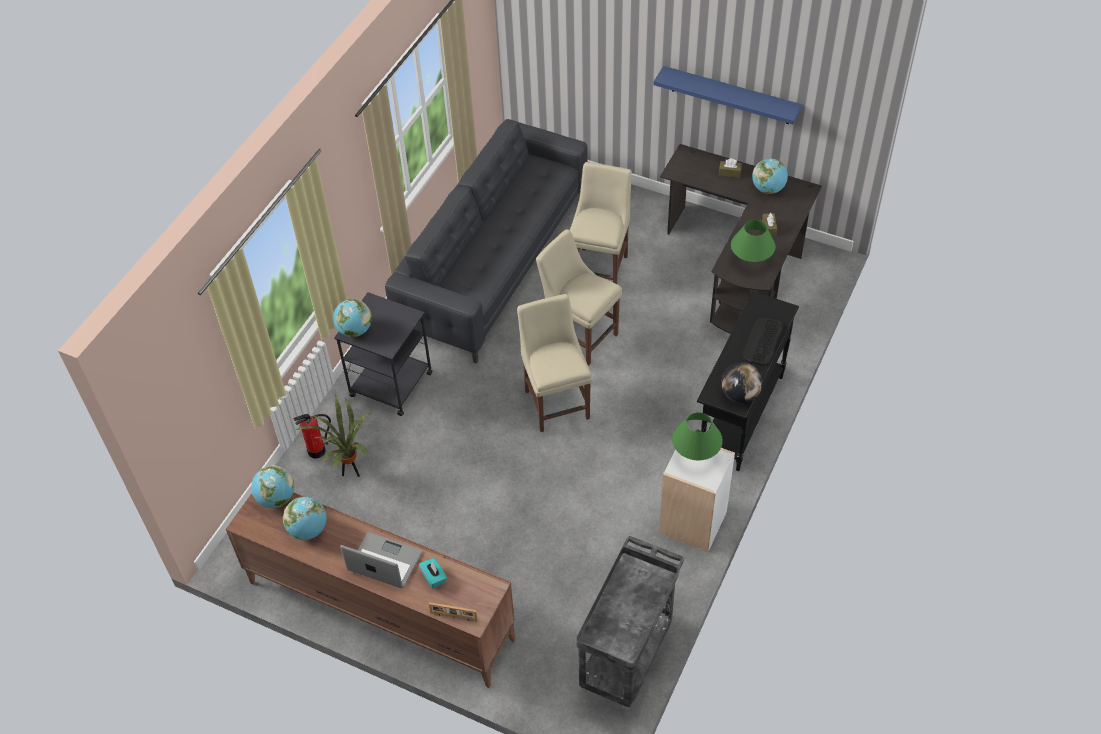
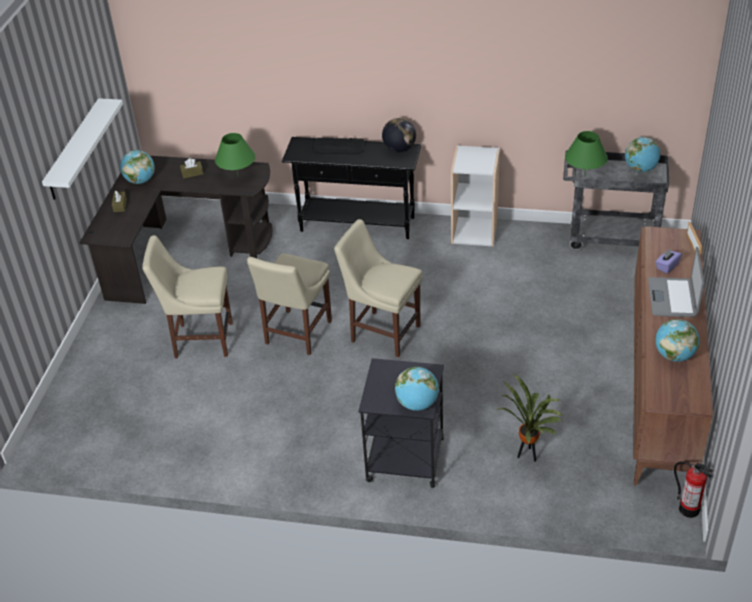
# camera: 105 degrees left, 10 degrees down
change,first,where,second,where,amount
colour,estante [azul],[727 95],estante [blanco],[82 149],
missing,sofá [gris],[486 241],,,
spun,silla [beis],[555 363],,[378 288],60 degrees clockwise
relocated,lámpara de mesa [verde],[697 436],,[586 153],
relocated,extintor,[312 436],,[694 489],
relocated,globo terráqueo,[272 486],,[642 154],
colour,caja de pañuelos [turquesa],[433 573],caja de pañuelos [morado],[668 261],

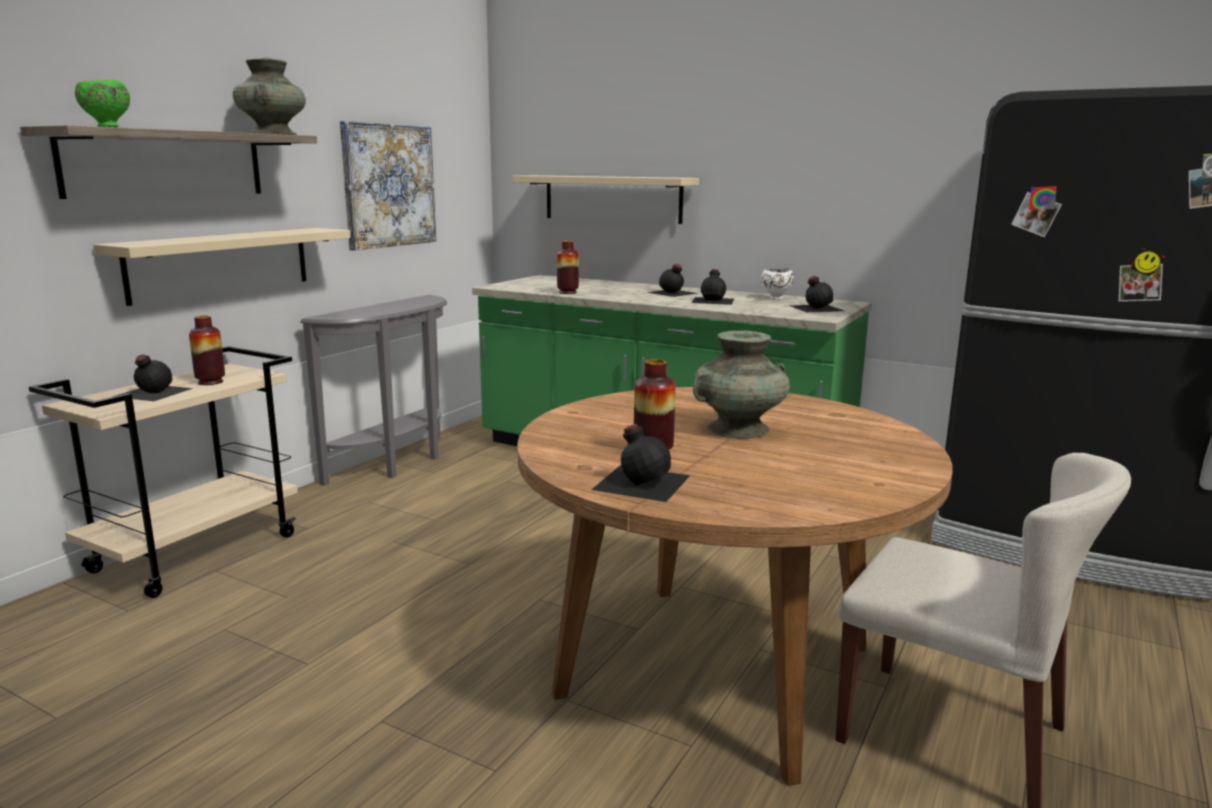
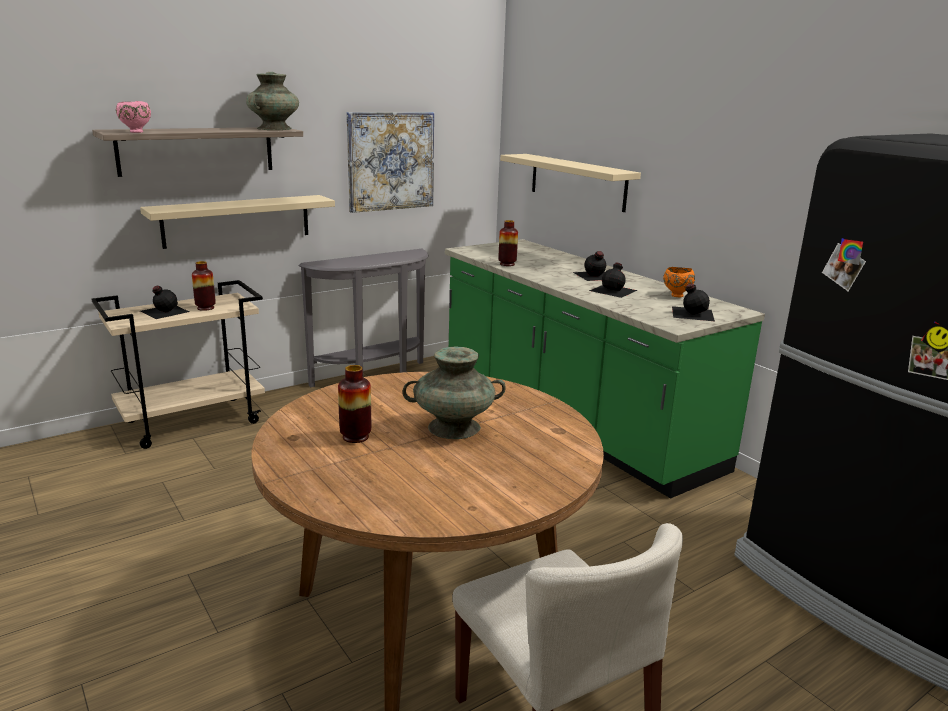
# camera: 25 degrees right, 5 degrees up
change,first,where,second,where,amount
colour,cuenco [verde],[102 103],cuenco [rosa],[133 117],
colour,cuenco [blanco],[777 284],cuenco [naranja],[679 282],
missing,botella [negro],[640 463],,,

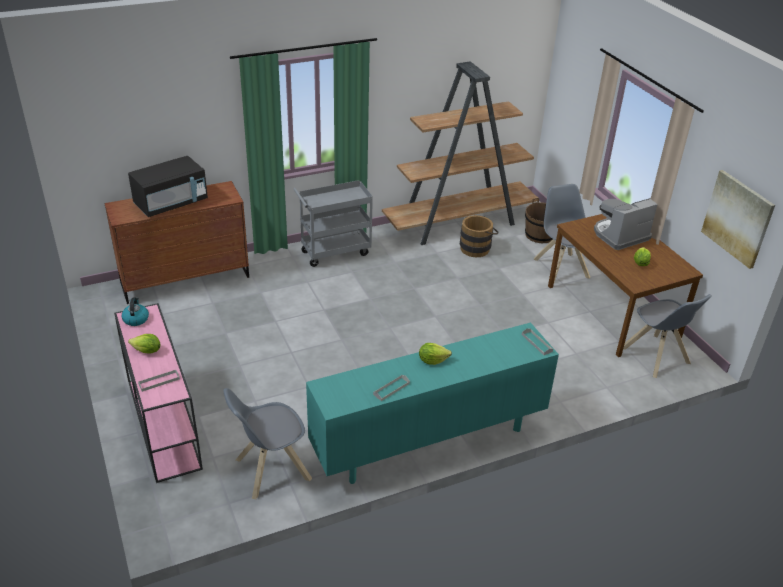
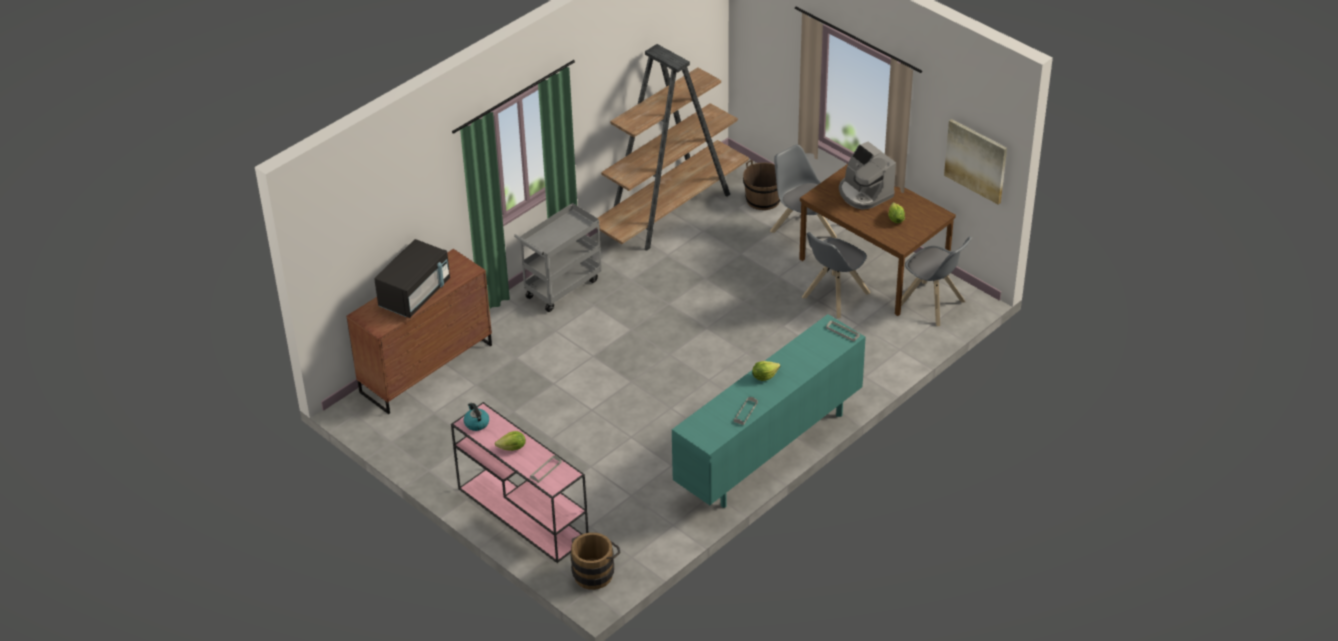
# camera: 20 degrees left, 5 degrees up
change,first,where,second,where,amount
spun,cafetera,[626 224],,[867 176],75 degrees counterclockwise
relocated,cubo [marrón],[479 236],,[595 561],
relocated,silla [gris],[267 443],,[836 275],

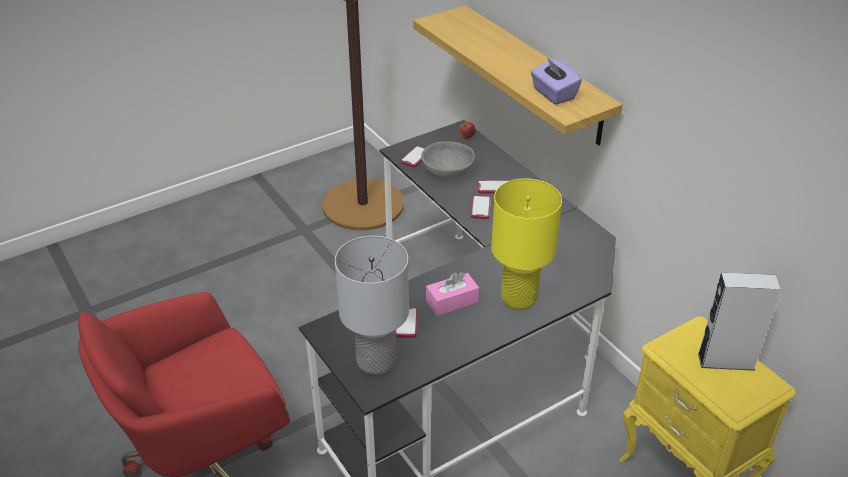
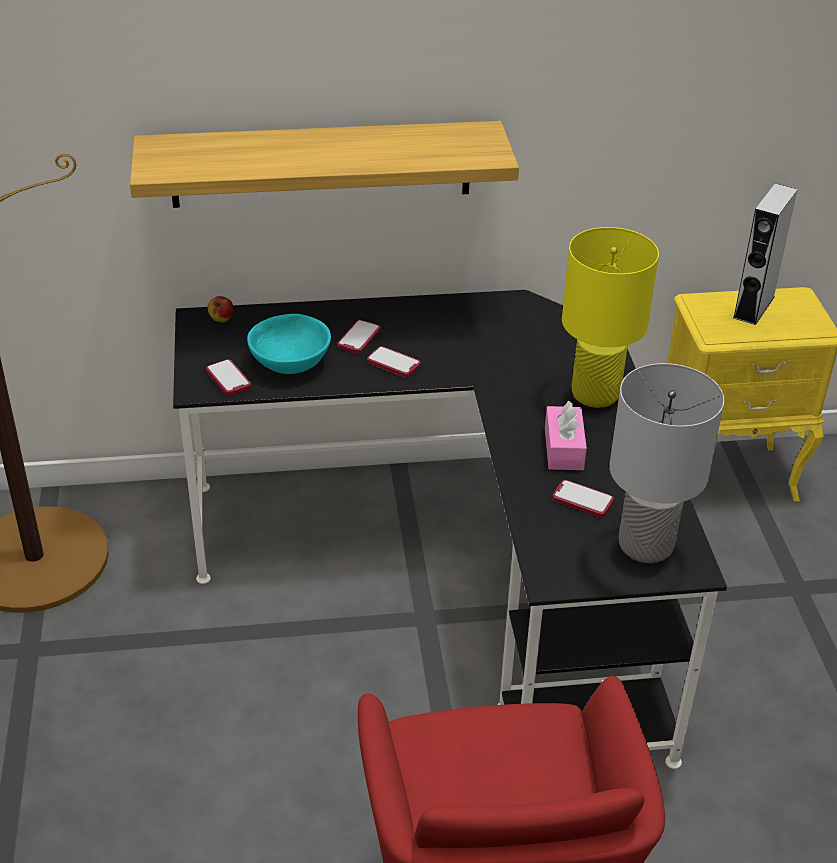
# camera: 65 degrees left, 0 degrees up
change,first,where,second,where,amount
missing,caja de pañuelos [morado],[556 81],,,
colour,cuenco [gris],[448 160],cuenco [turquesa],[289 344],

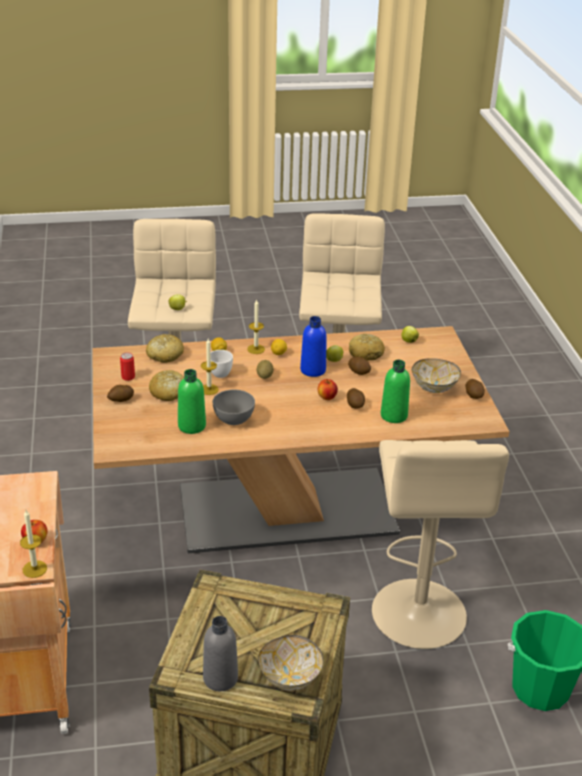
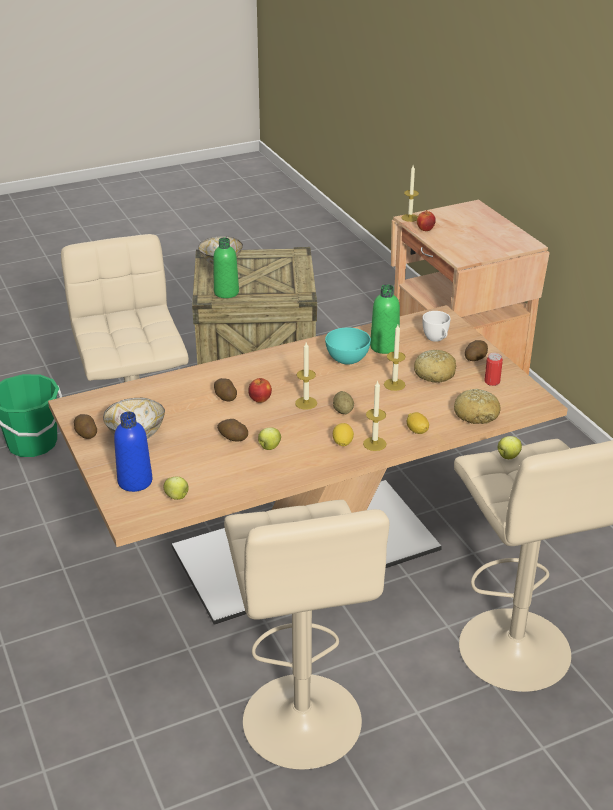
# camera: 165 degrees right, 0 degrees up
change,first,where,second,where,amount
relocated,botella [azul],[313 346],,[133 451],
missing,pan,[367 347],,,
relocated,taza [blanco],[222 364],,[436 326],
relocated,botella [verde],[395 391],,[226 267],
colour,cuenco [gris],[234 407],cuenco [turquesa],[348 346],
missing,botella [gris],[220 653],,,
appeared,,,vela,[306 376],

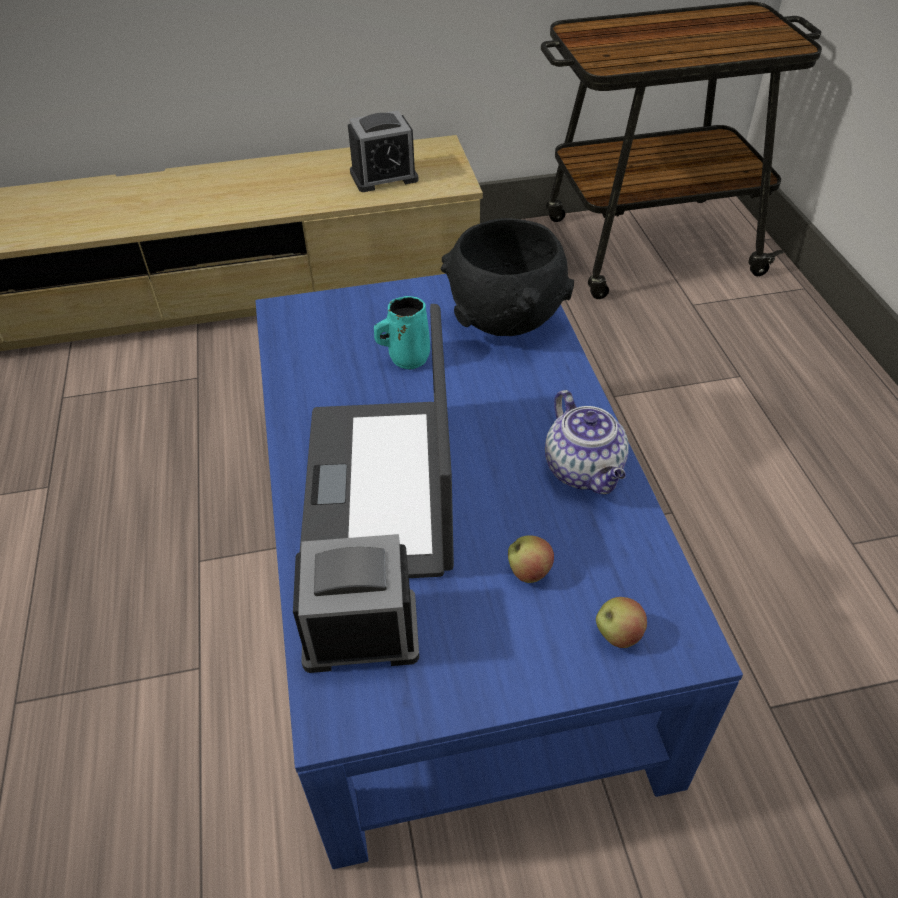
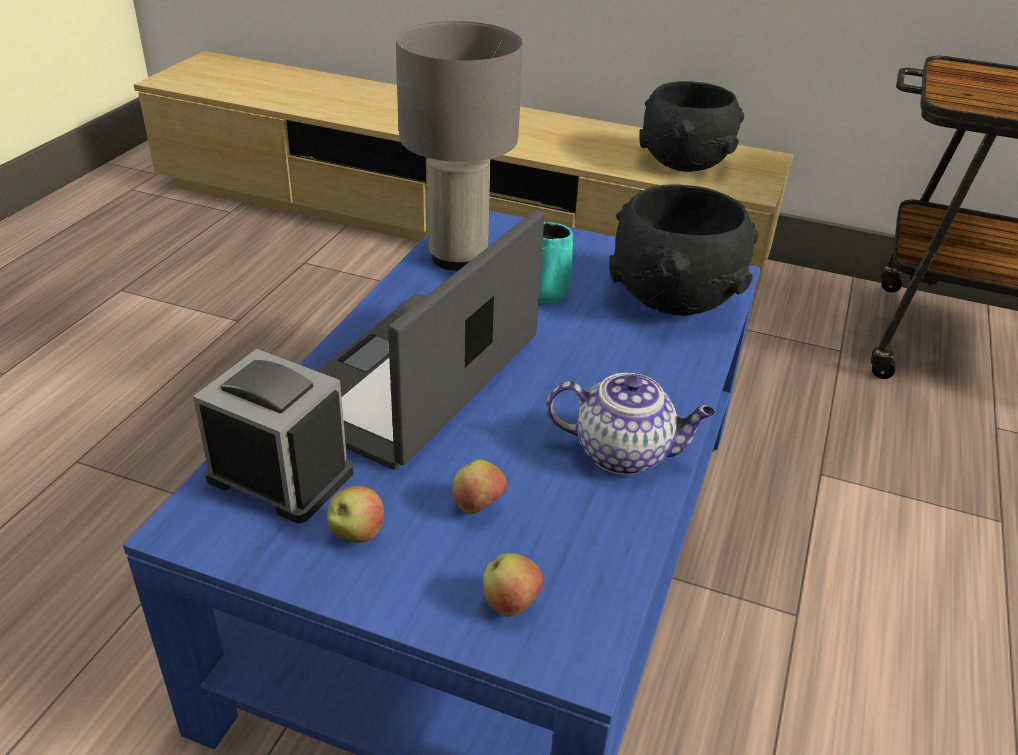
# camera: 30 degrees right, 10 degrees down
change,first,where,second,where,amount
exchanged,despertador,[383 151],cuenco [negro],[691 126],
spun,tetera,[587 442],,[630 424],90 degrees counterclockwise
appeared,,,lámpara de mesa [gris],[459 146],
appeared,,,manzana,[355 514],

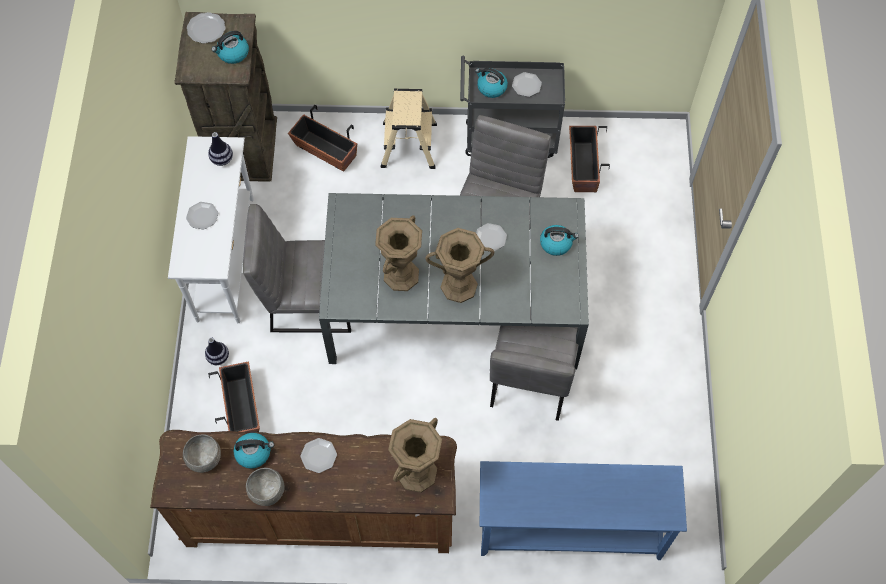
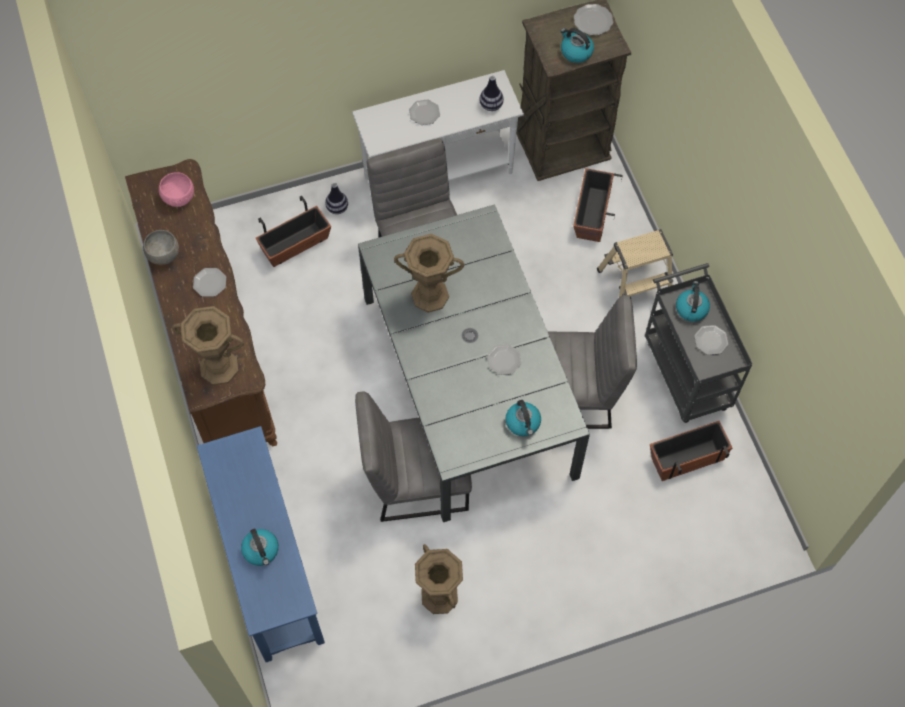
# camera: 70 degrees right, 0 degrees up
change,first,where,second,where,amount
relocated,florero [marrón],[459 265],,[439 579],
relocated,hervidor,[253 451],,[260 547],
colour,cuenco [gris],[202 453],cuenco [rosa],[176 189],

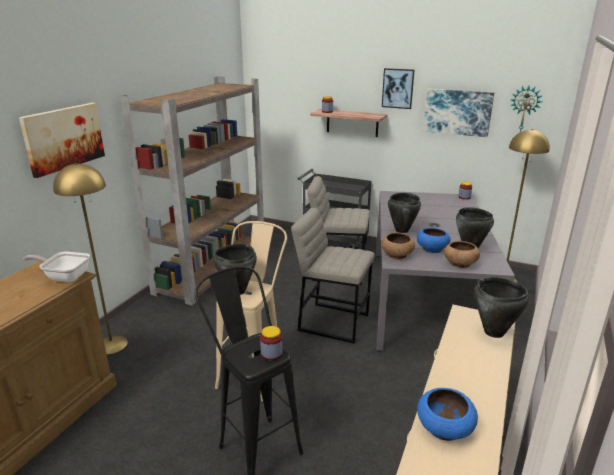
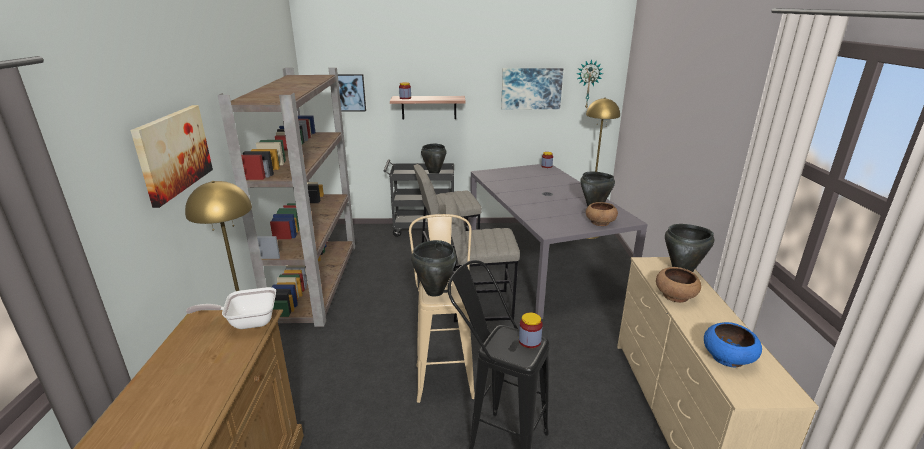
# camera: 25 degrees left, 0 degrees up
change,first,where,second,where,amount
relocated,cuadro,[398 88],,[352 92],
relocated,olla [negro],[404 213],,[433 159],
missing,cuenco [azul],[434 240],,,
relocated,cuenco [marrón],[398 245],,[678 285],

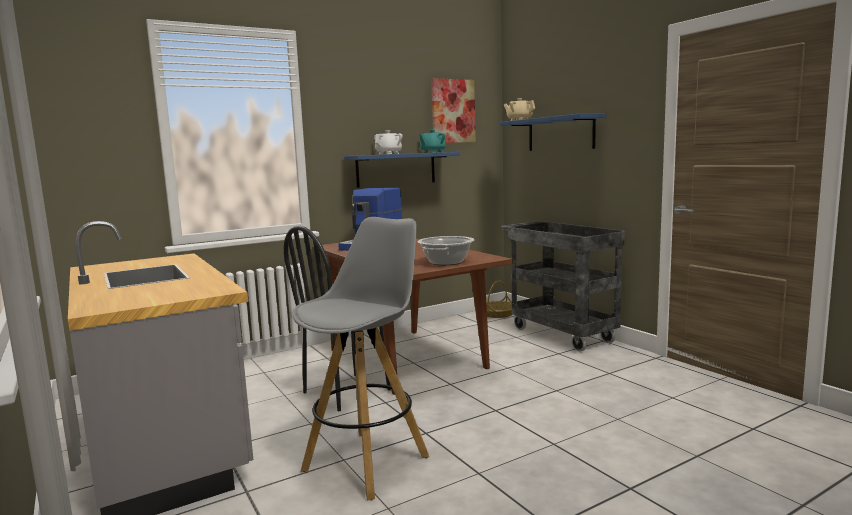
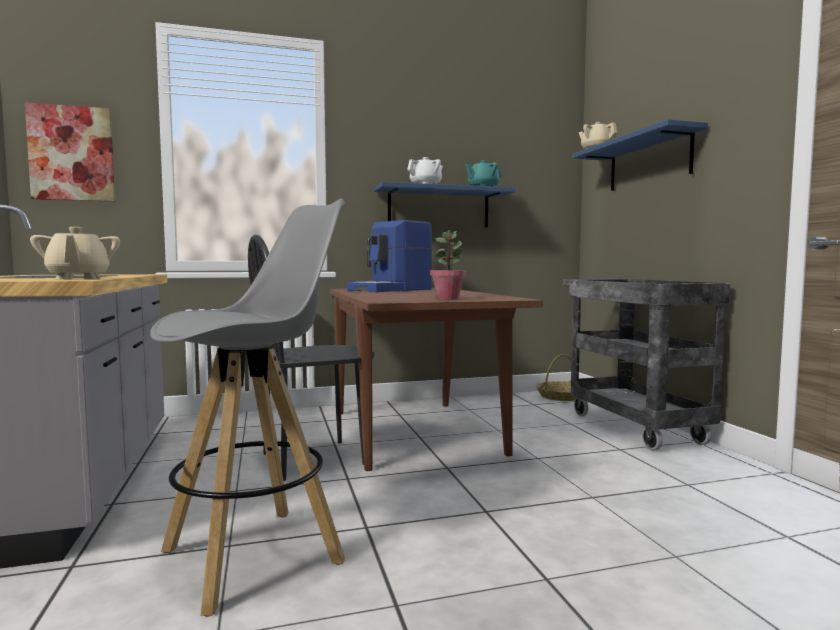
# camera: 15 degrees right, 5 degrees down
change,first,where,second,where,amount
relocated,cuadro,[453 110],,[70 152],
exchanged,olla,[446 250],planta en maceta,[448 265],
appeared,,,tetera [beis],[75 253],

